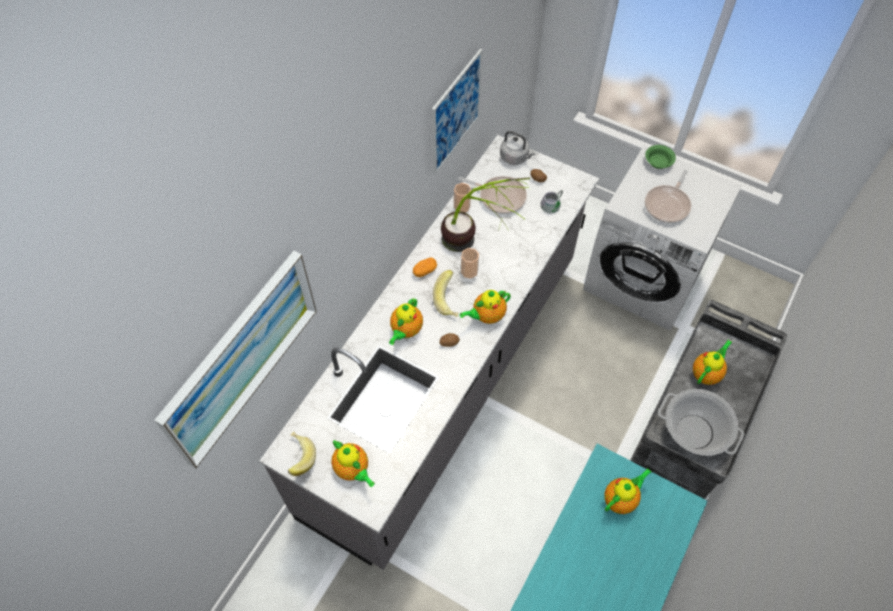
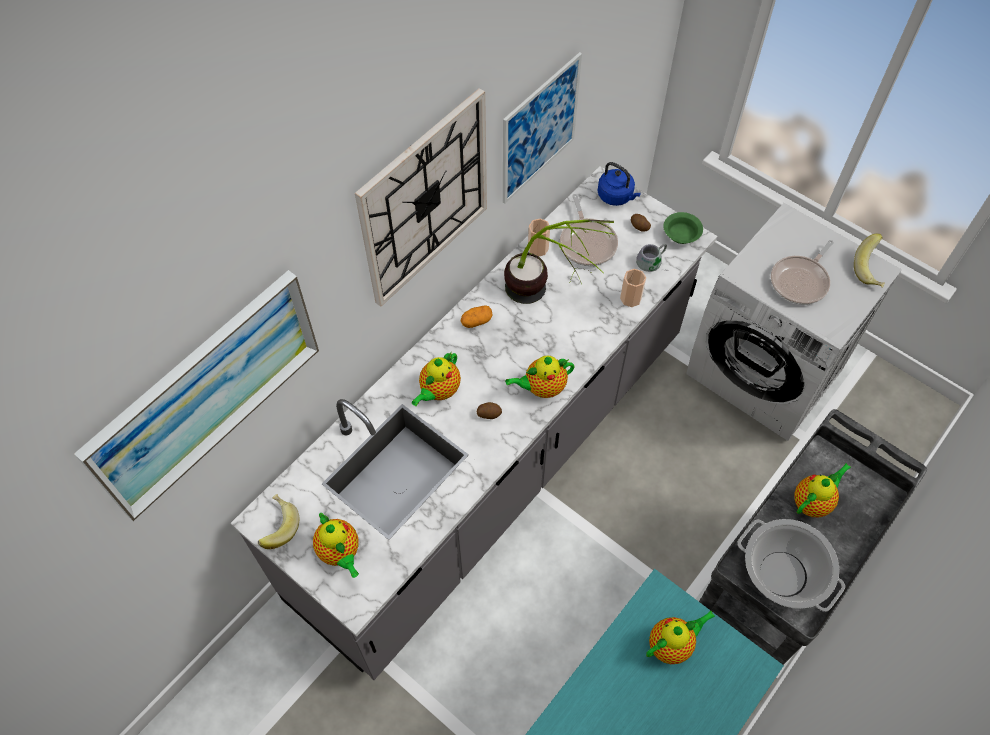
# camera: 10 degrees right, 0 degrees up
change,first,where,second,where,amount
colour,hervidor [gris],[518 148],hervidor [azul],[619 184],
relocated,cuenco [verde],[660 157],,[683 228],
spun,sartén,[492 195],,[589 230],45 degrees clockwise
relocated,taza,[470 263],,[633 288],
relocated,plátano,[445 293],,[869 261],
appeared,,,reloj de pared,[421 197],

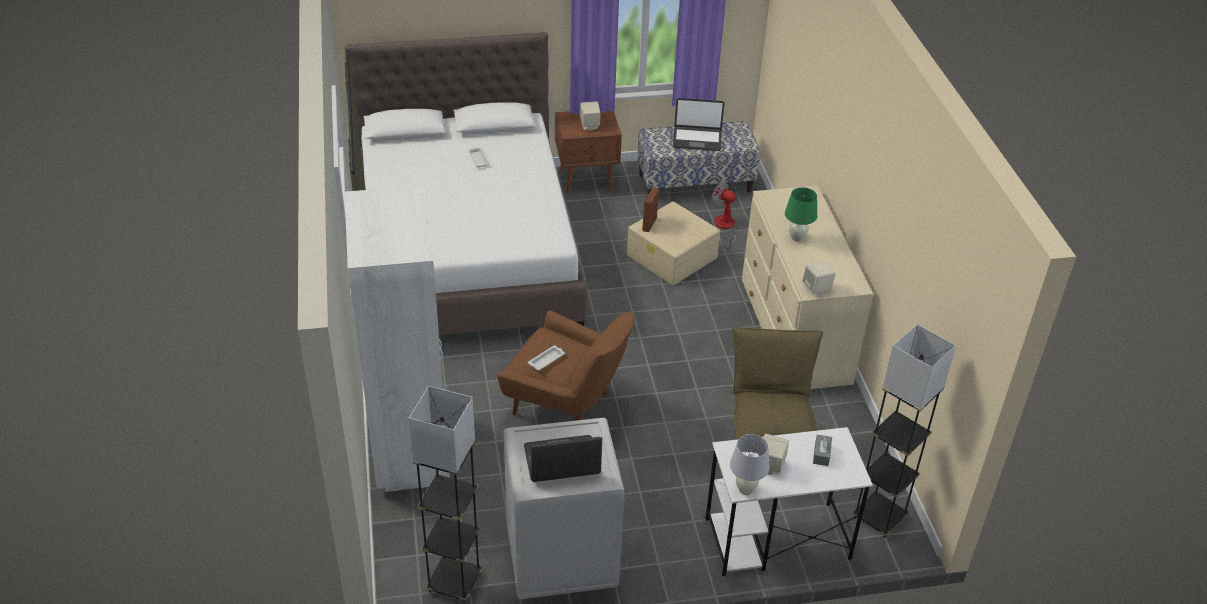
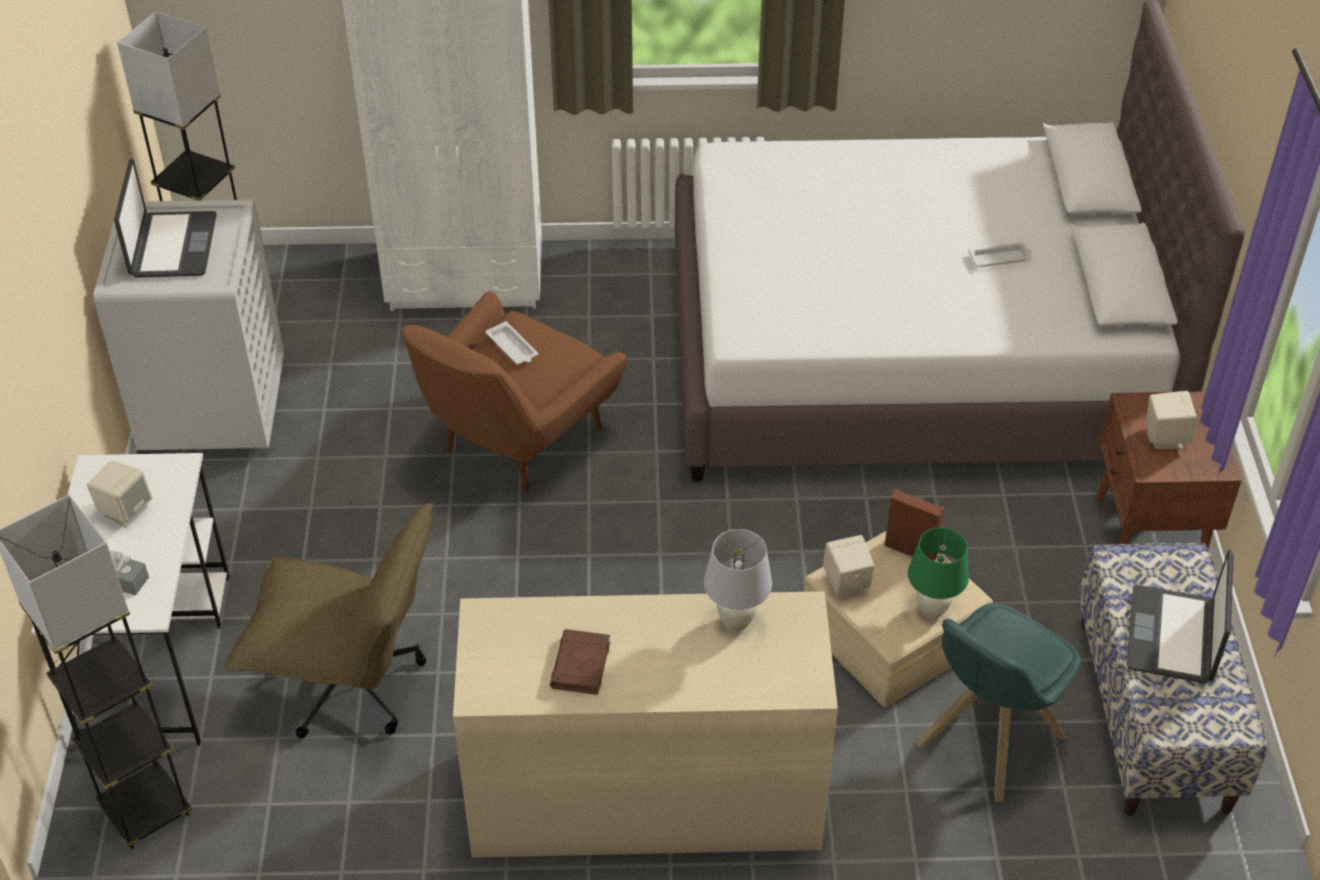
# camera: 100 degrees right, 5 degrees up
change,first,where,second,where,amount
exchanged,ventilador,[725 215],silla [turquesa],[999 702],
relocated,lámpara de mesa [verde],[801 214],,[938 573],
relocated,altavoz [beis],[819 279],,[848 566],
relocated,lámpara de mesa [blanco],[750 464],,[738 580],
appeared,,,libro [marrón],[580 662],

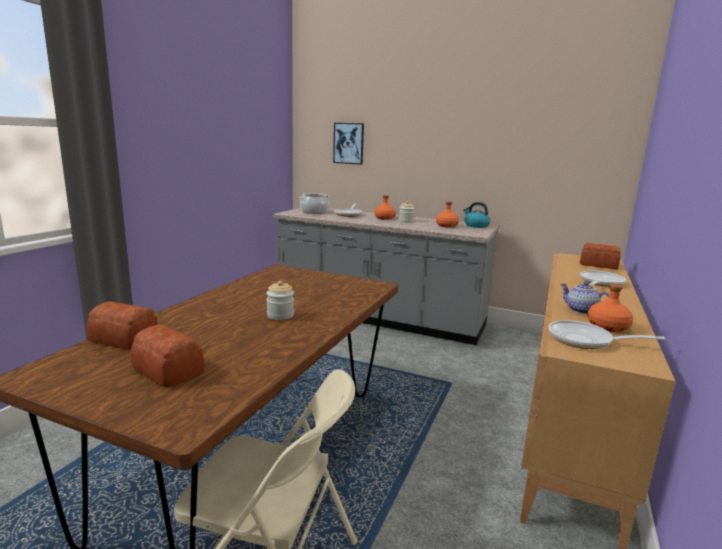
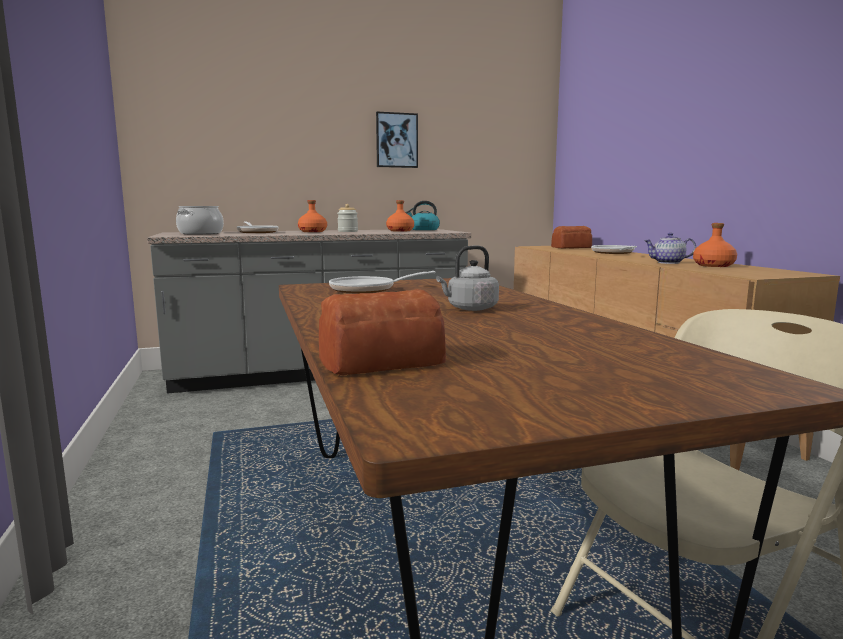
# camera: 40 degrees left, 5 degrees down
change,first,where,second,where,amount
relocated,cuadro,[348 144],,[397 140],
exchanged,tarro,[280 300],hervidor [gris],[467 278],
relocated,sartén,[606 334],,[382 282],
missing,pan,[167 356],,,

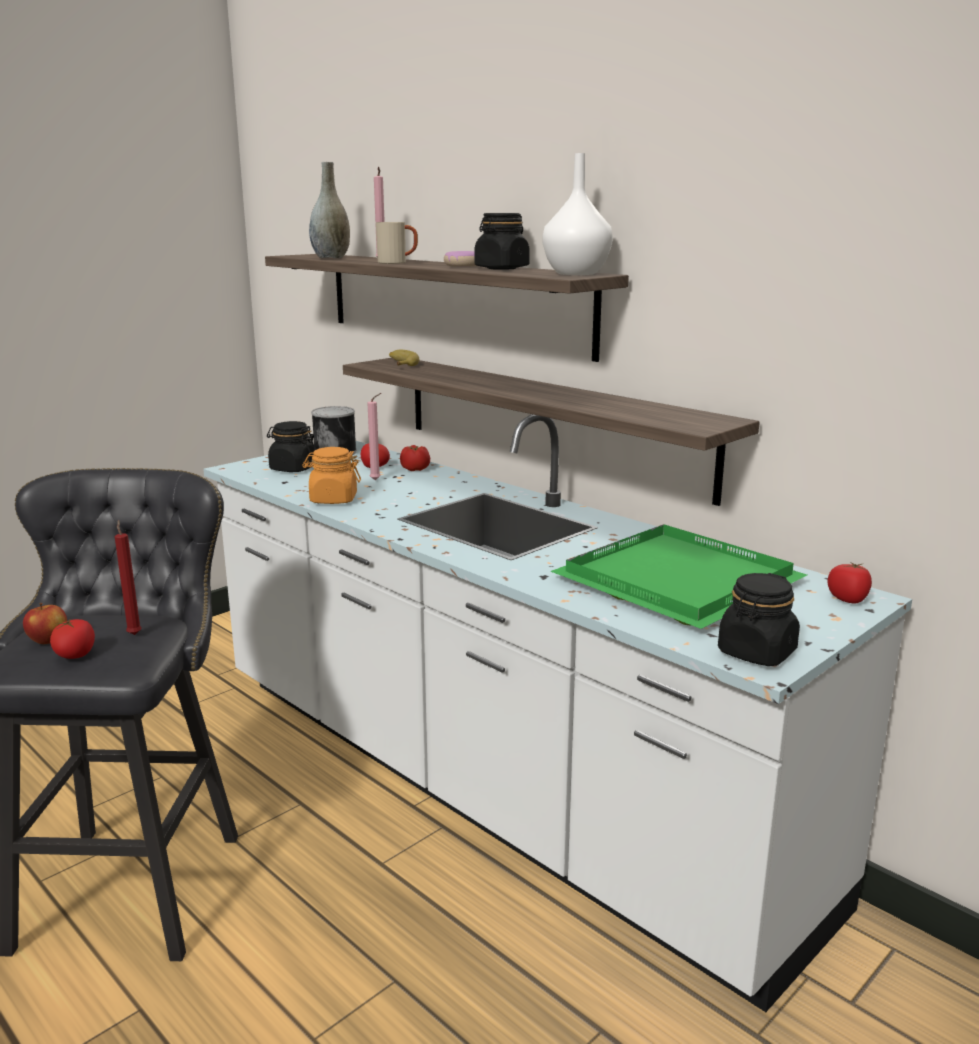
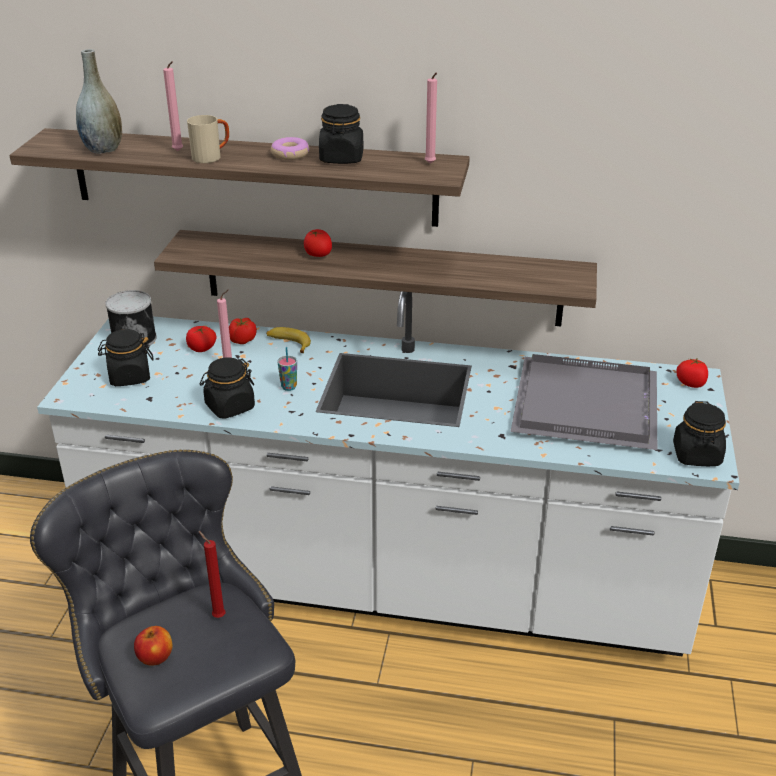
# camera: 35 degrees left, 15 degrees up
change,first,where,second,where,amount
exchanged,florero [blanco],[578 214],vela [rosa],[431 118],
relocated,plátano,[404 358],,[288 340],
colour,tarro [naranja],[331 475],tarro [negro],[227 388],
colour,bandeja [verde],[678 576],bandeja [gris],[583 402],
relocated,tomate,[72 639],,[318 243],
appeared,,,taza,[287 369],

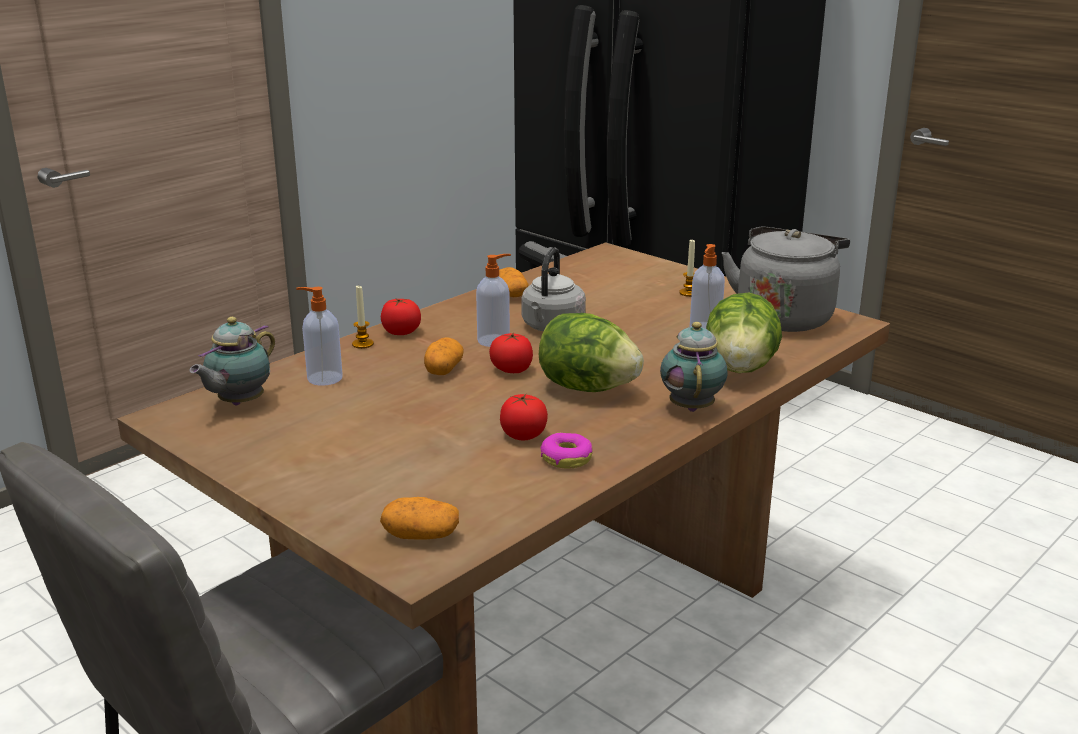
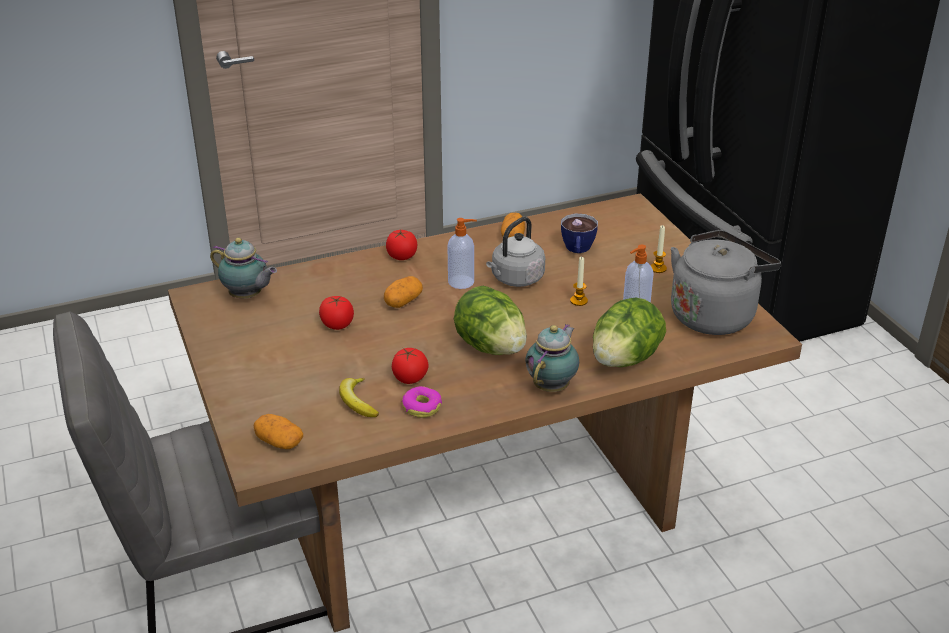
# camera: 25 degrees right, 10 degrees up
change,first,where,second,where,amount
relocated,vela,[363 317],,[579 281],
missing,dispensador de jabón,[319 336],,,
spun,tetera,[232 361],,[243 268],120 degrees counterclockwise
relocated,tomate,[511 353],,[336 313],
appeared,,,taza,[579 233],
appeared,,,plátano,[359 397],

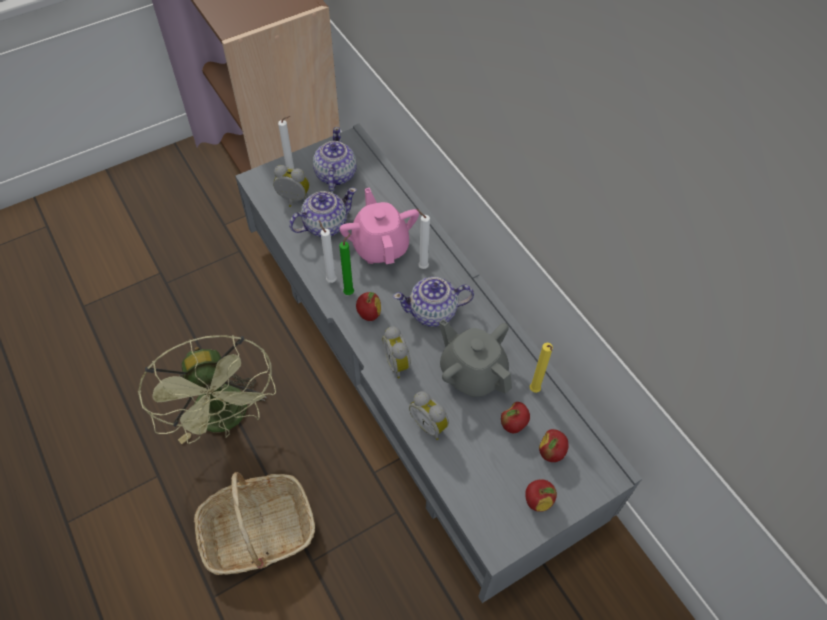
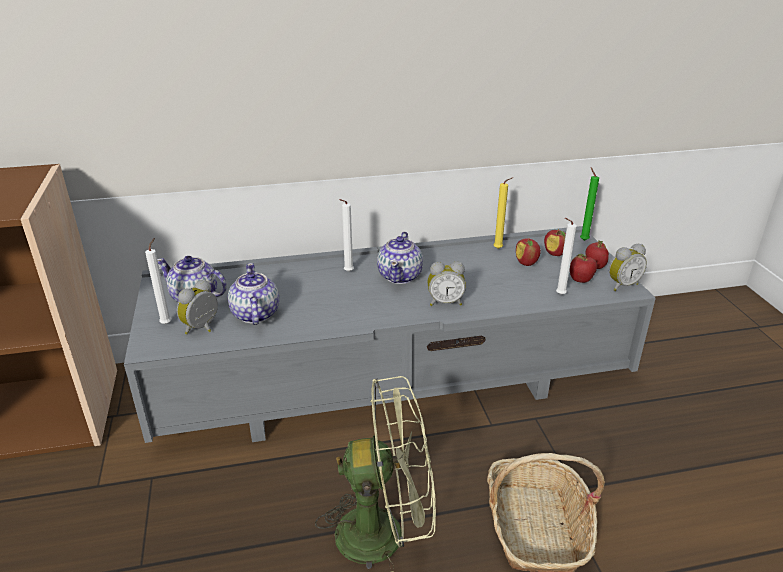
# camera: 70 degrees left, 25 degrees down
change,first,where,second,where,amount
missing,tetera [rosa],[379 226],,,
relocated,vela [blanco],[328 251],,[566 256],
relocated,vela [verde],[346 264],,[589 204],
relocated,manzana,[368 306],,[583 268],
missing,tetera [gris],[475 358],,,
relocated,despertador,[429 415],,[628 267],

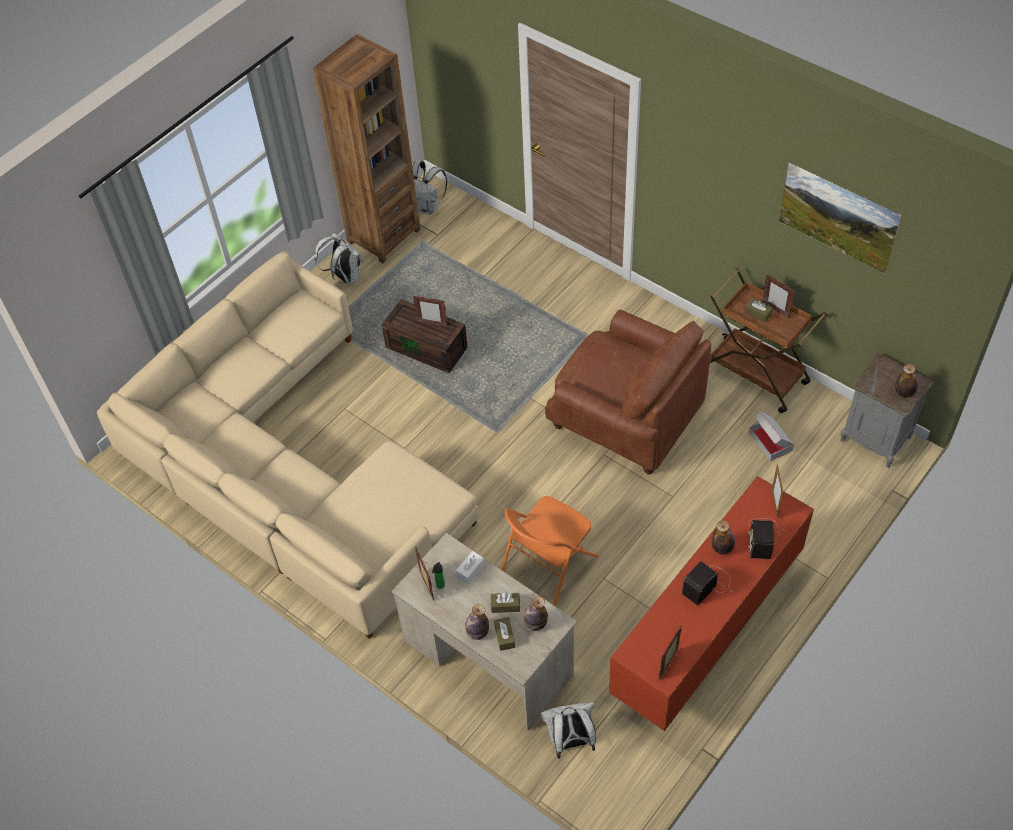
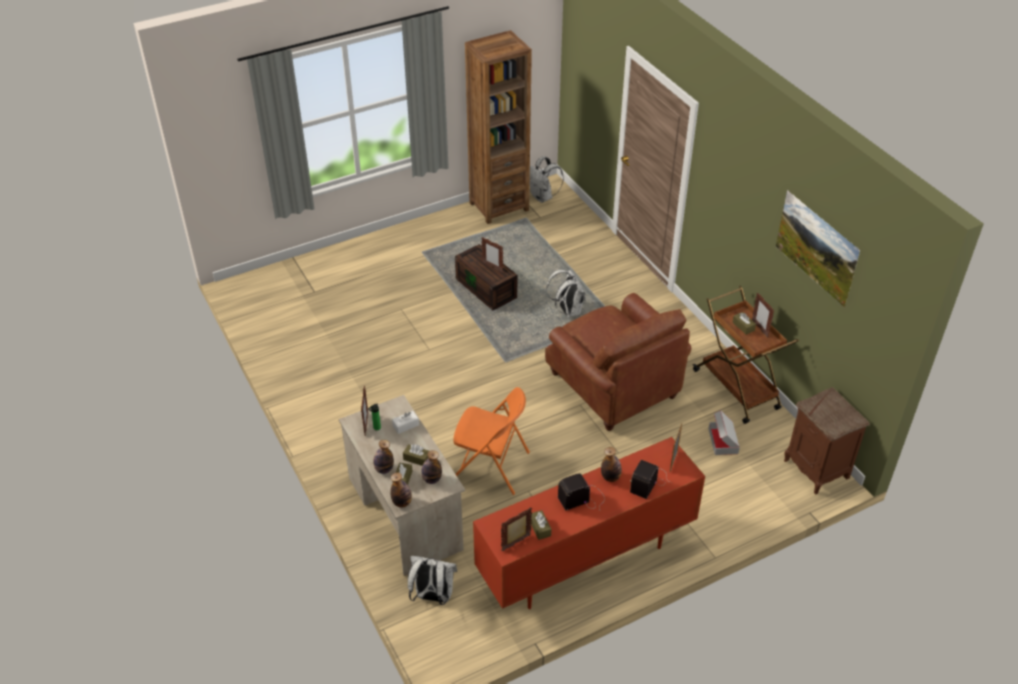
# camera: 20 degrees right, 10 degrees down
change,first,where,second,where,amount
relocated,mochila [blanco],[339 259],,[565 294],
missing,sofá [beis],[288 445],,,
colour,mesita de noche [gris],[887 410],mesita de noche [marrón],[827 440],
relocated,botella,[906 381],,[401 490],
spun,silla [naranja],[550 551],,[491 441],135 degrees counterclockwise
appeared,,,caja de pañuelos [marrón],[541 525],

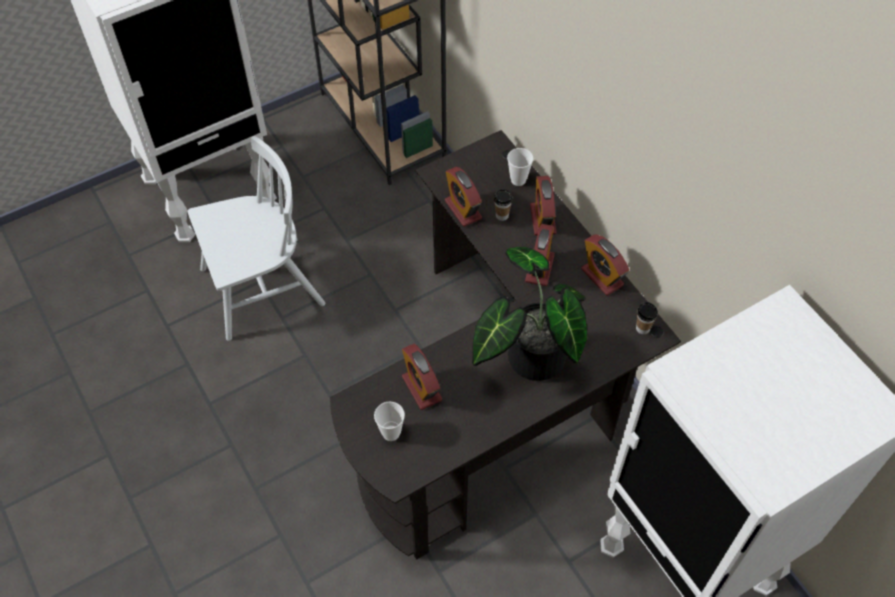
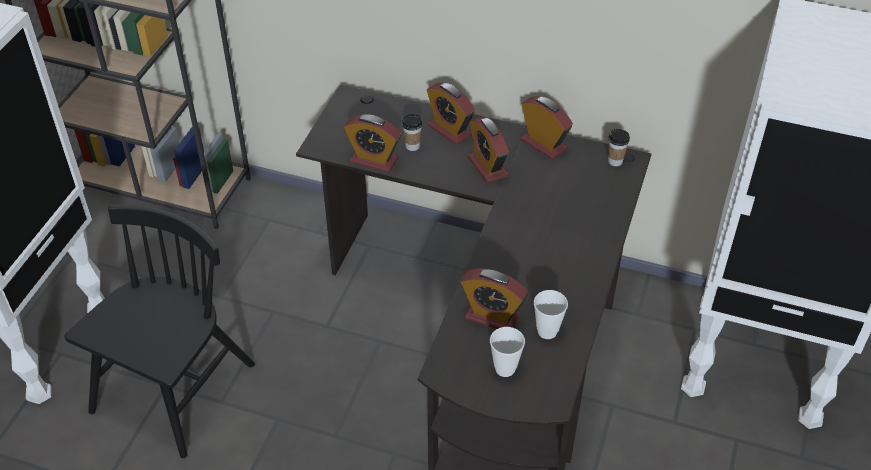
# camera: 40 degrees left, 10 degrees down
change,first,where,second,where,amount
colour,silla [blanco],[256 238],silla [negro],[159 331],
relocated,taza,[520 167],,[551 314],
spun,despertador,[605 265],,[547 128],150 degrees counterclockwise
missing,planta en maceta,[529 314],,,

